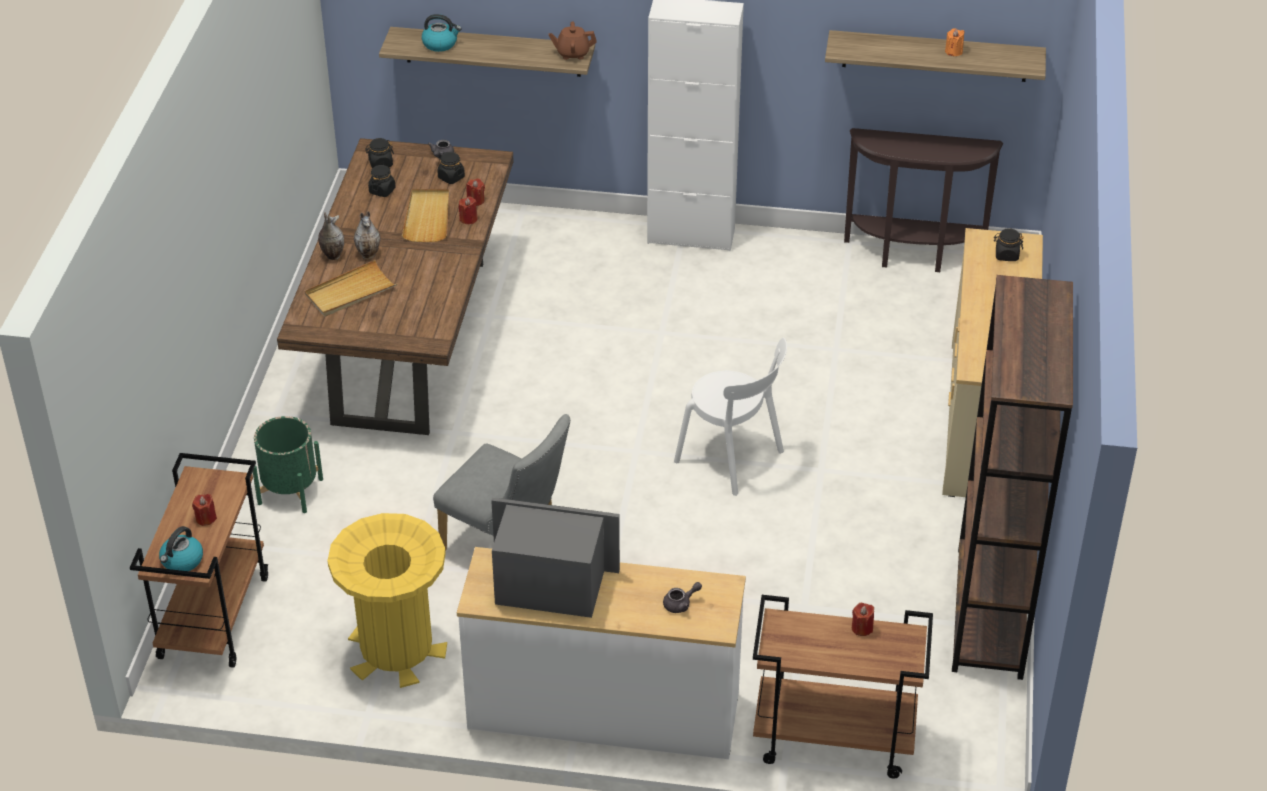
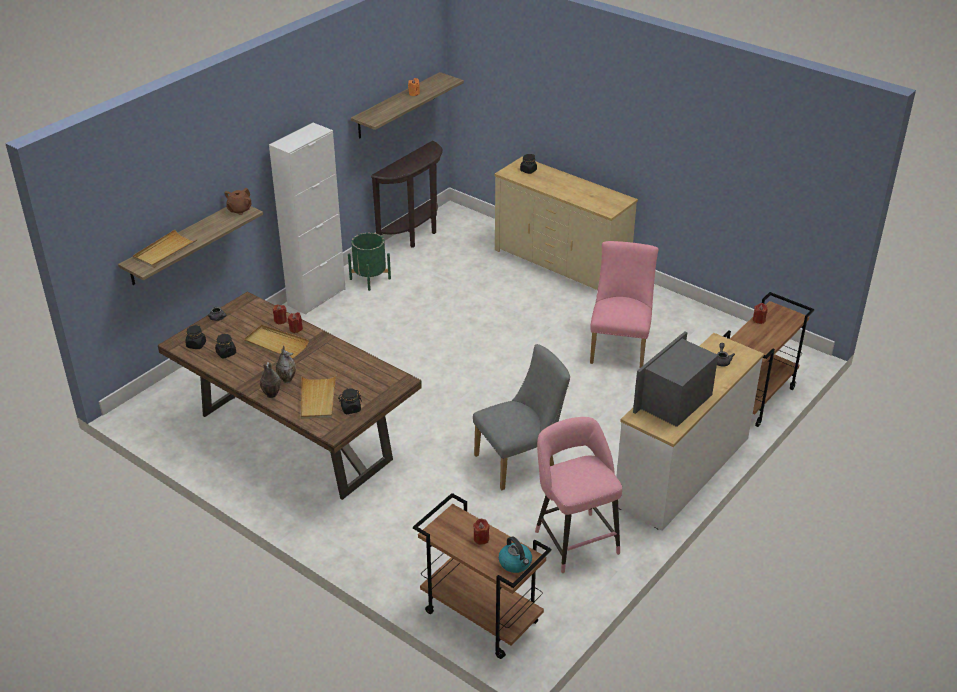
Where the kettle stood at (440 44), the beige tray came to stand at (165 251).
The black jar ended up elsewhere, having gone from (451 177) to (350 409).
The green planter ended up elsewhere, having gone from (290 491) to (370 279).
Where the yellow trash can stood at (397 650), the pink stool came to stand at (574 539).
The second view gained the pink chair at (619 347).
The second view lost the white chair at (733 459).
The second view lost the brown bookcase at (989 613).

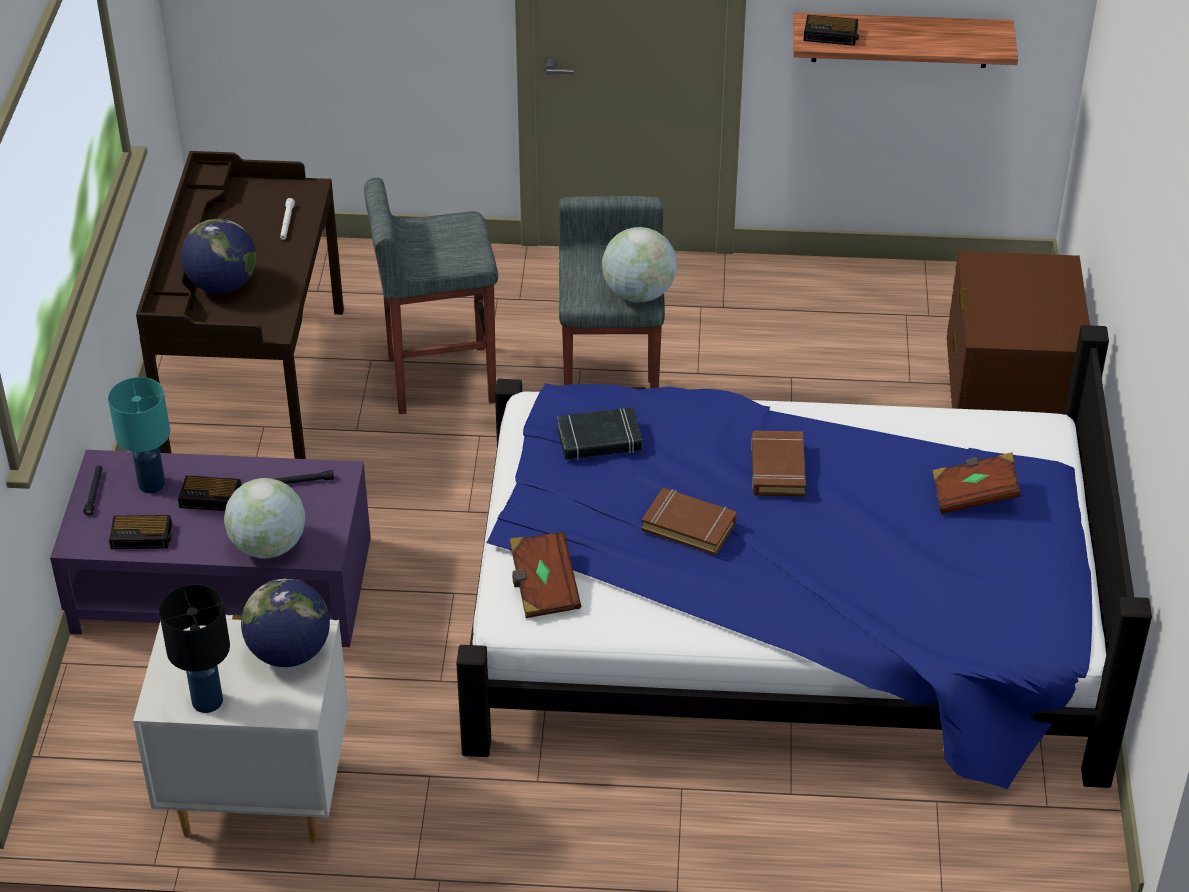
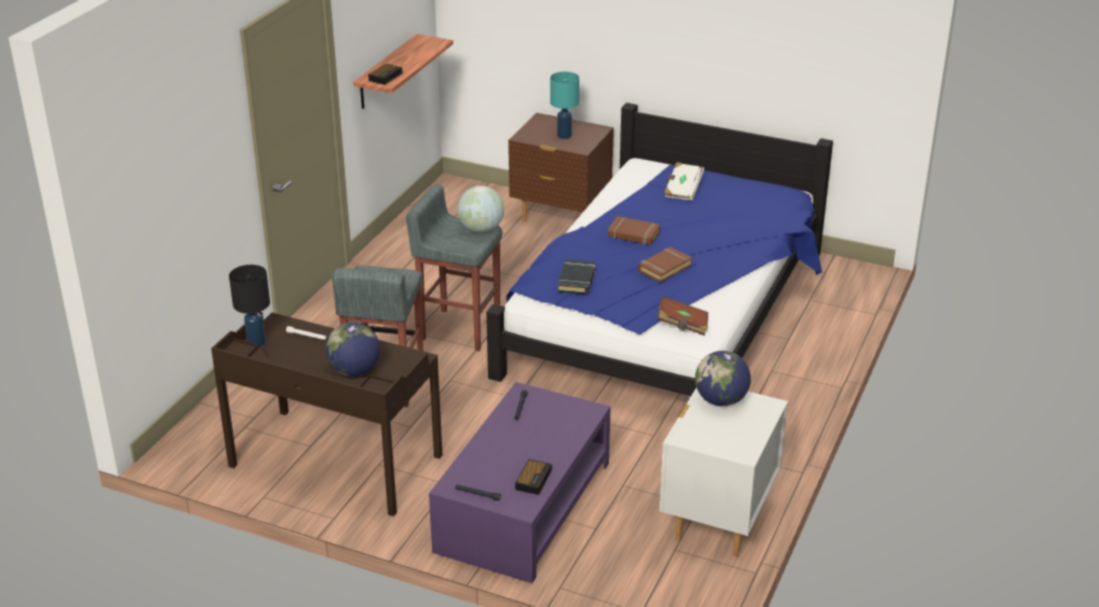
The black table lamp ended up elsewhere, having gone from (206 701) to (256 342).
The turquoise table lamp ended up elsewhere, having gone from (152 483) to (564 136).
What was the brown book at (974 495) turned into the white book at (682 190).
The second view lost the alarm clock at (212 498).
The second view lost the globe at (268 546).

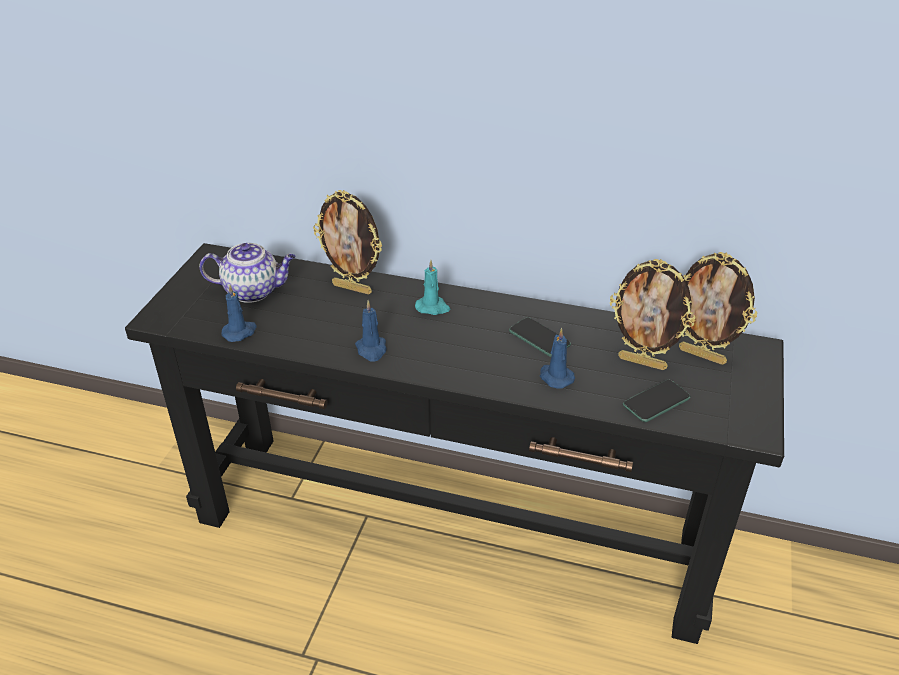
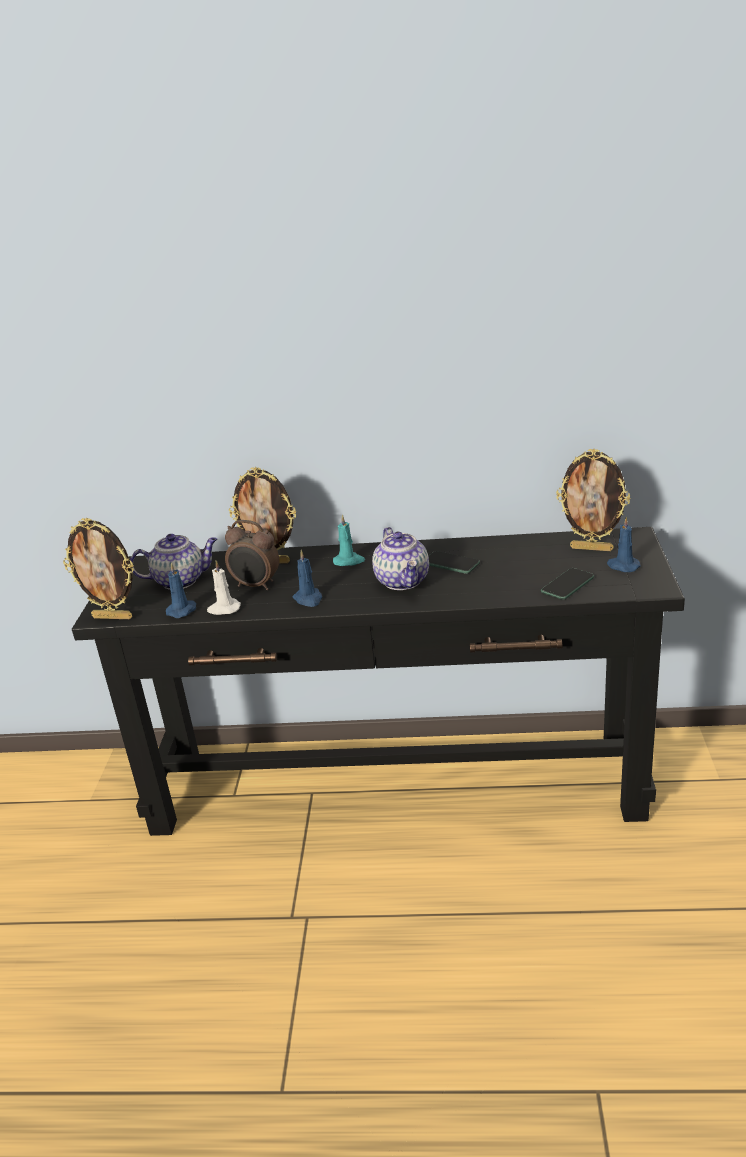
The picture frame ended up elsewhere, having gone from (642 362) to (113 617).
The second view gained the white candle at (224 609).
The second view gained the alarm clock at (256 586).
The second view gained the teapot at (403 581).
The blue candle ended up elsewhere, having gone from (555 377) to (622 566).

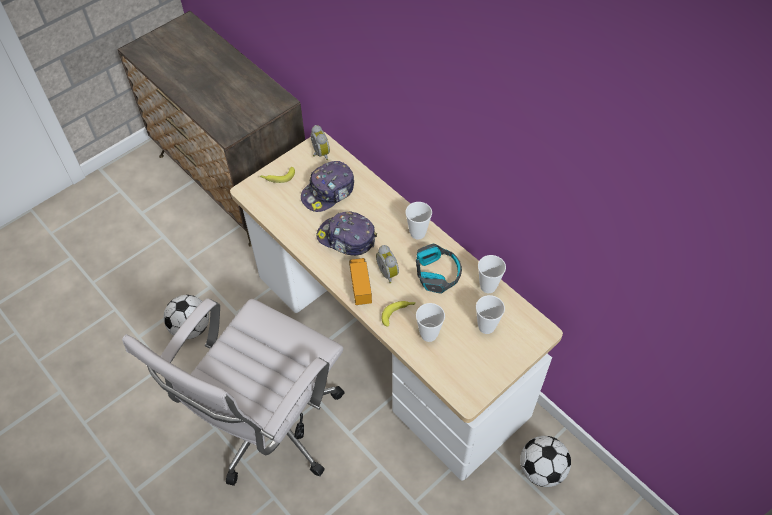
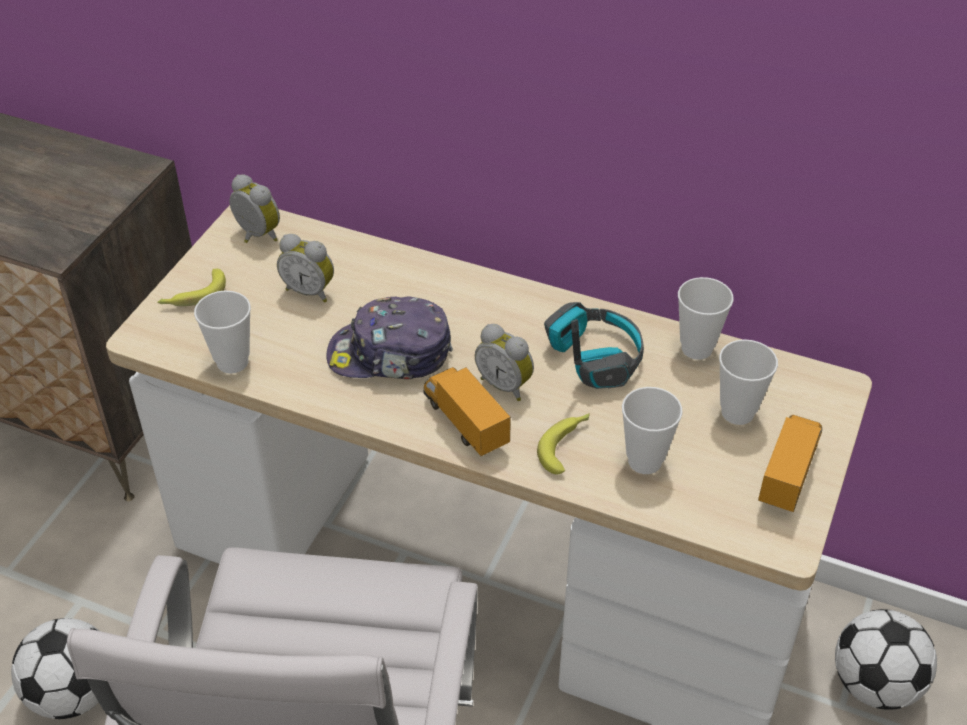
The cup ended up elsewhere, having gone from (417 233) to (232 362).
Where the cap stood at (329 192), the alarm clock came to stand at (310 291).
The second view gained the toy truck at (788 475).

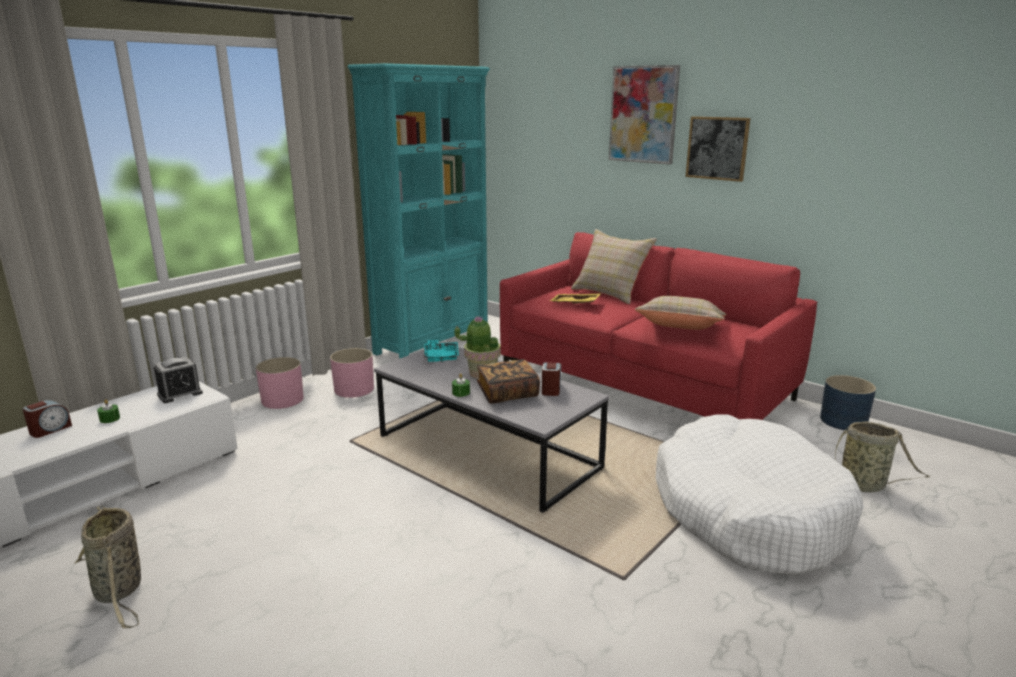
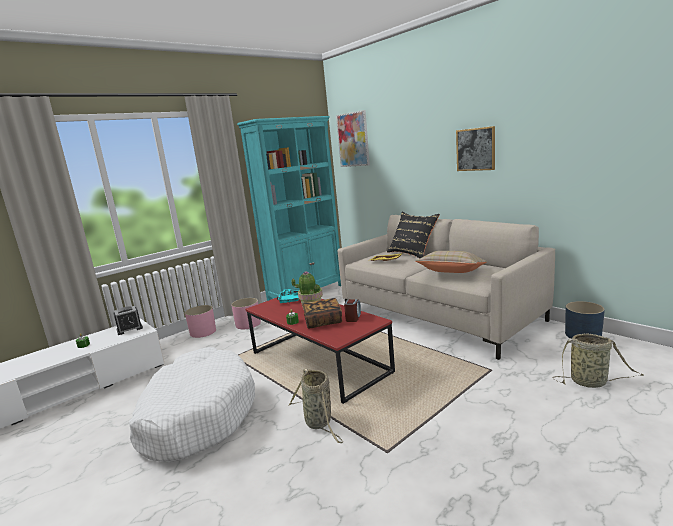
The white dog bed ended up elsewhere, having gone from (748 512) to (197 415).
What was the grey coffee table at (487 453) turned into the red coffee table at (318 363).
The basket ended up elsewhere, having gone from (119 592) to (319 423).
The picture ended up elsewhere, having gone from (643 114) to (353 139).
What was the red sofa at (643 387) turned into the beige sofa at (438 315).
What was the beige pillow at (610 293) turned into the black pillow at (413 253).
The second view lost the alarm clock at (50 429).

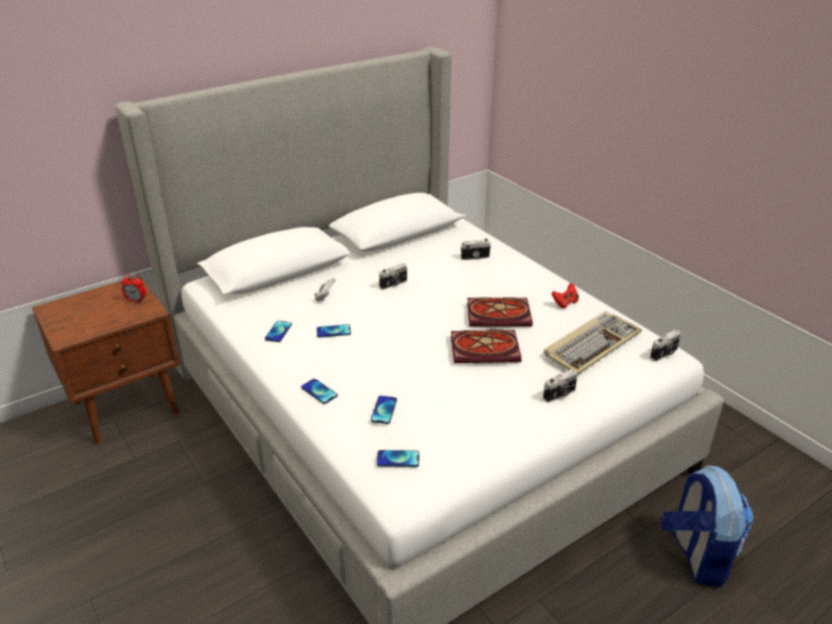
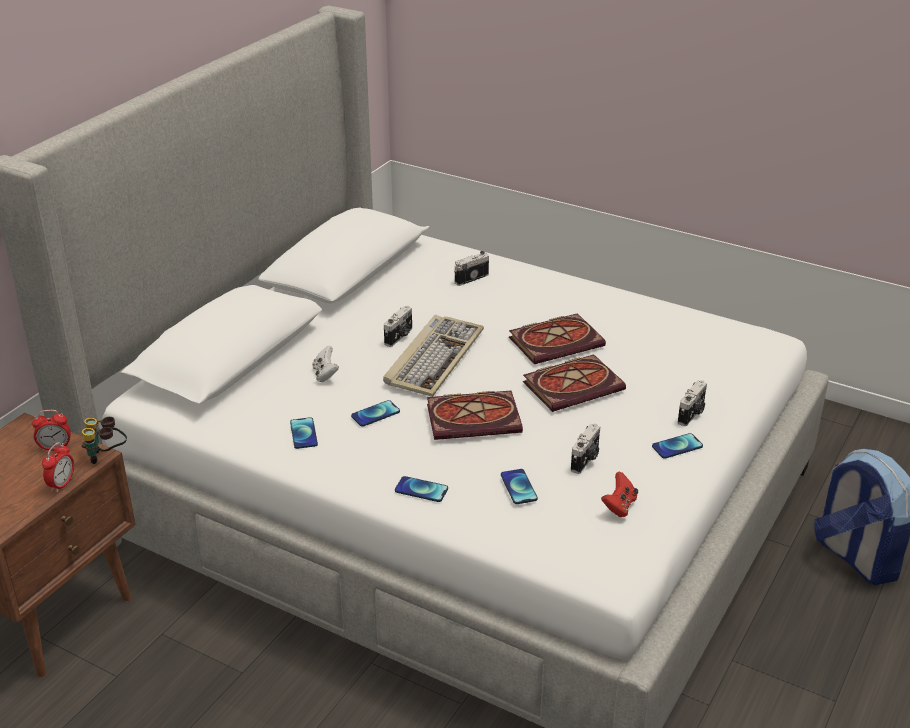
The second view gained the alarm clock at (62 484).
The second view gained the binoculars at (107 457).
The keyboard ended up elsewhere, having gone from (592 345) to (434 358).
The second view gained the book at (475 418).
The photo camera ended up elsewhere, having gone from (664 354) to (586 460).
The red game controller ended up elsewhere, having gone from (565 303) to (619 506).
The phone ended up elsewhere, having gone from (398 459) to (677 447).

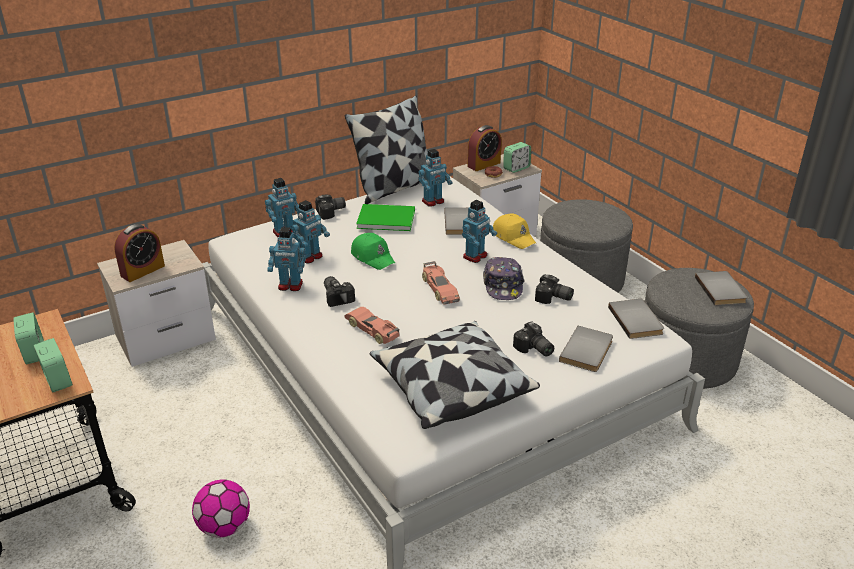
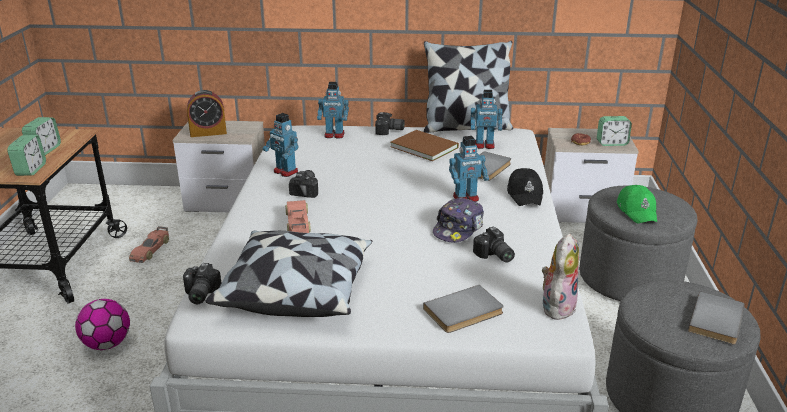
The toy car ended up elsewhere, having gone from (439 289) to (151 250).
The photo camera ended up elsewhere, having gone from (533 349) to (199 294).
What was the green book at (384 218) turned into the brown book at (423 146).
What was the yellow cap at (514 237) turned into the black cap at (525 194).
Where the grey book stood at (637 320), the plush toy came to stand at (556 306).
The green cap ended up elsewhere, having gone from (373 257) to (637 211).
The second view lost the toy robot at (310 257).
The second view lost the alarm clock at (484 164).

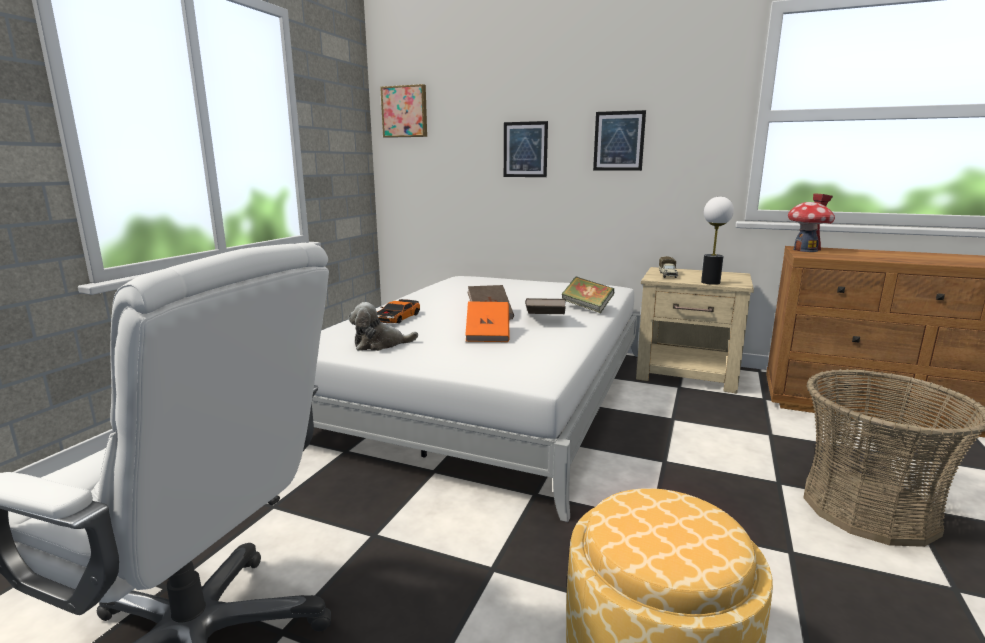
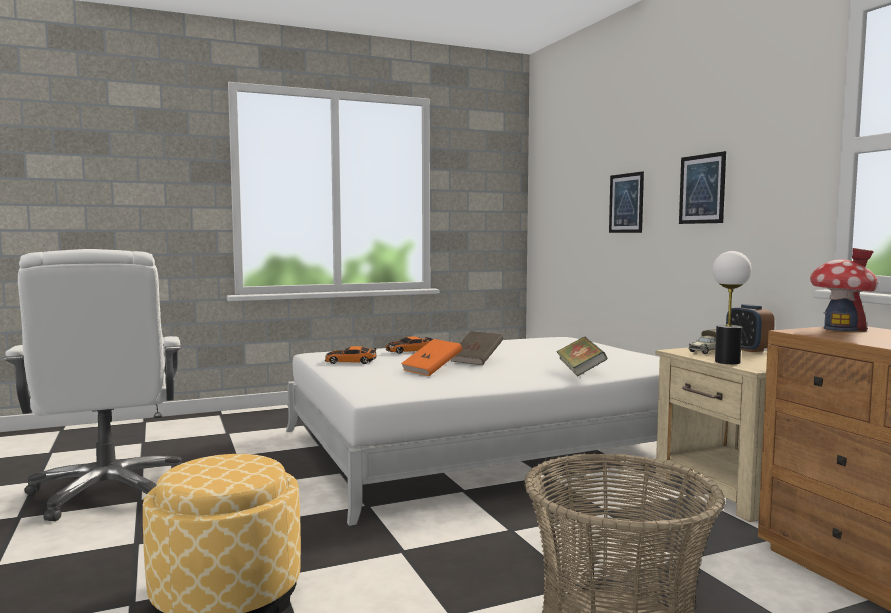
Where the plush toy stood at (380 344), the toy car came to stand at (351 361).
The second view gained the alarm clock at (748 349).
The second view lost the picture at (405 112).
The second view lost the brown book at (545 319).

